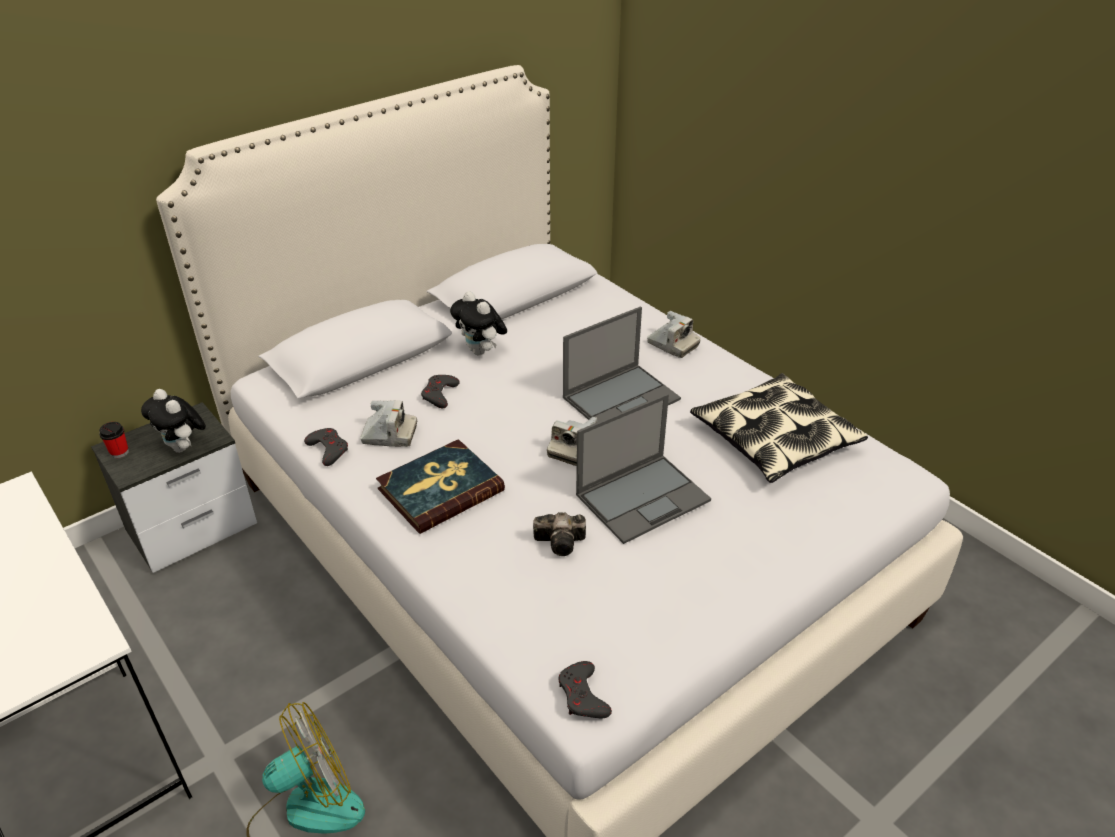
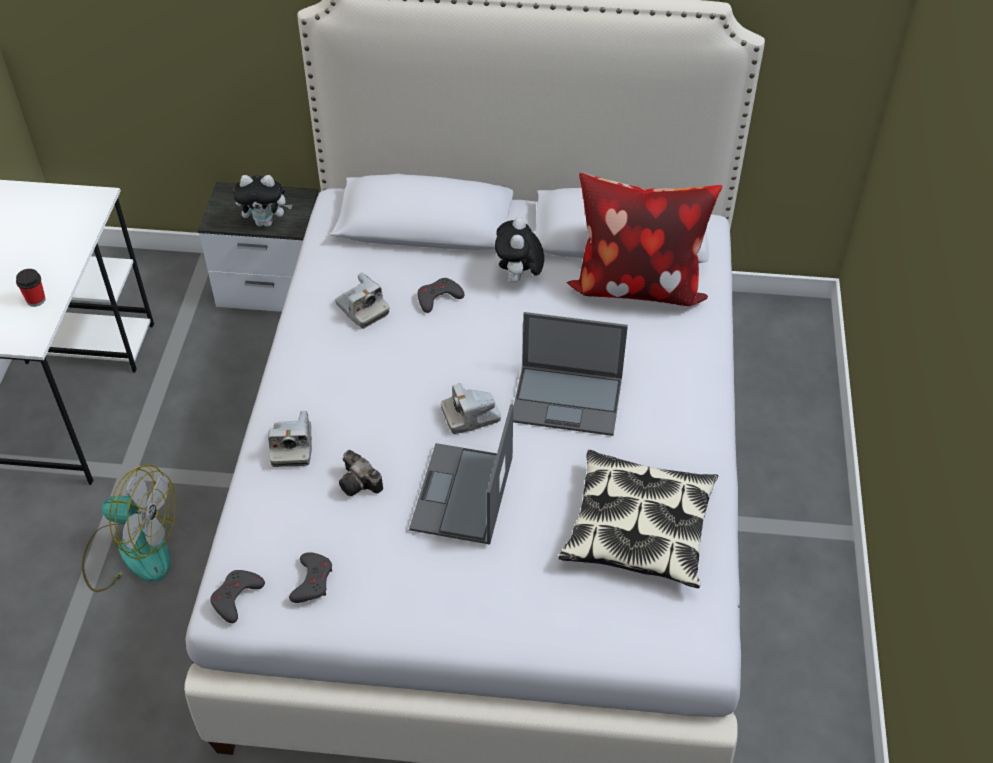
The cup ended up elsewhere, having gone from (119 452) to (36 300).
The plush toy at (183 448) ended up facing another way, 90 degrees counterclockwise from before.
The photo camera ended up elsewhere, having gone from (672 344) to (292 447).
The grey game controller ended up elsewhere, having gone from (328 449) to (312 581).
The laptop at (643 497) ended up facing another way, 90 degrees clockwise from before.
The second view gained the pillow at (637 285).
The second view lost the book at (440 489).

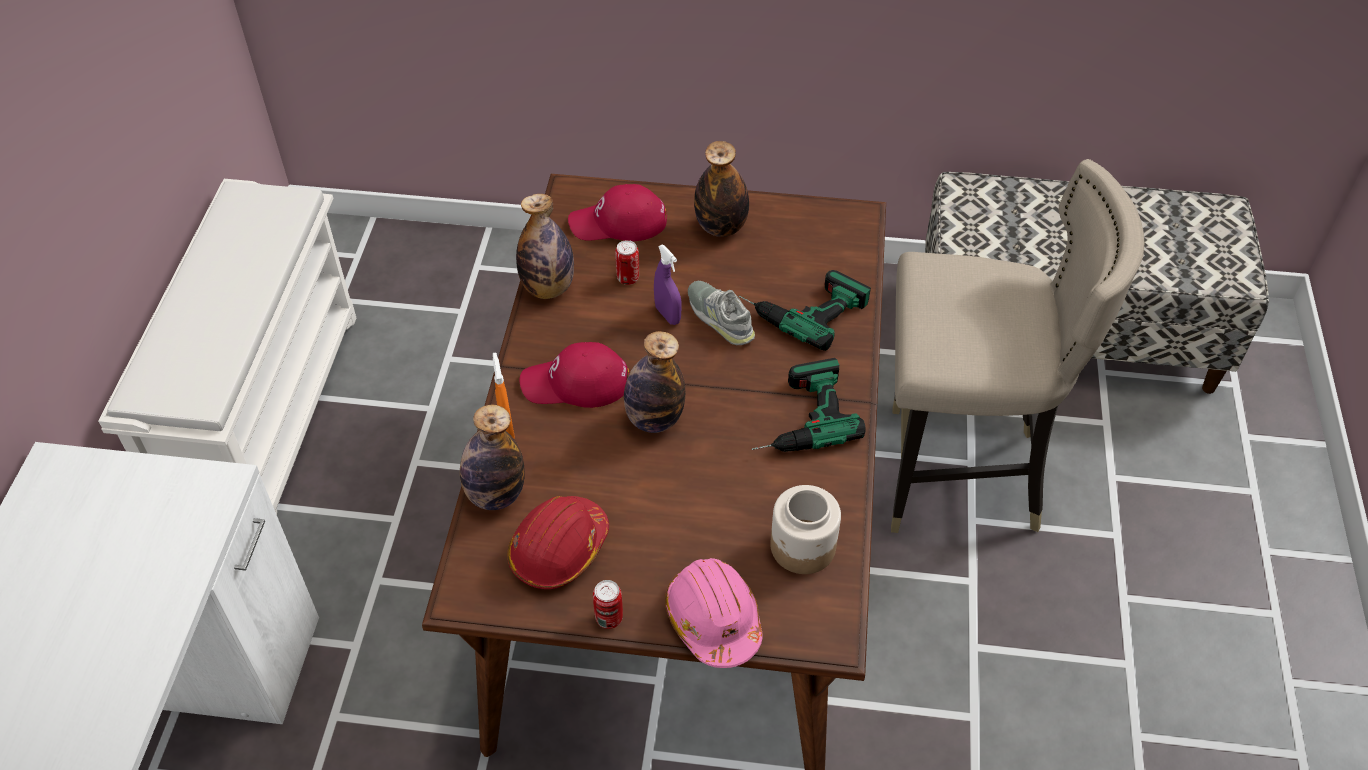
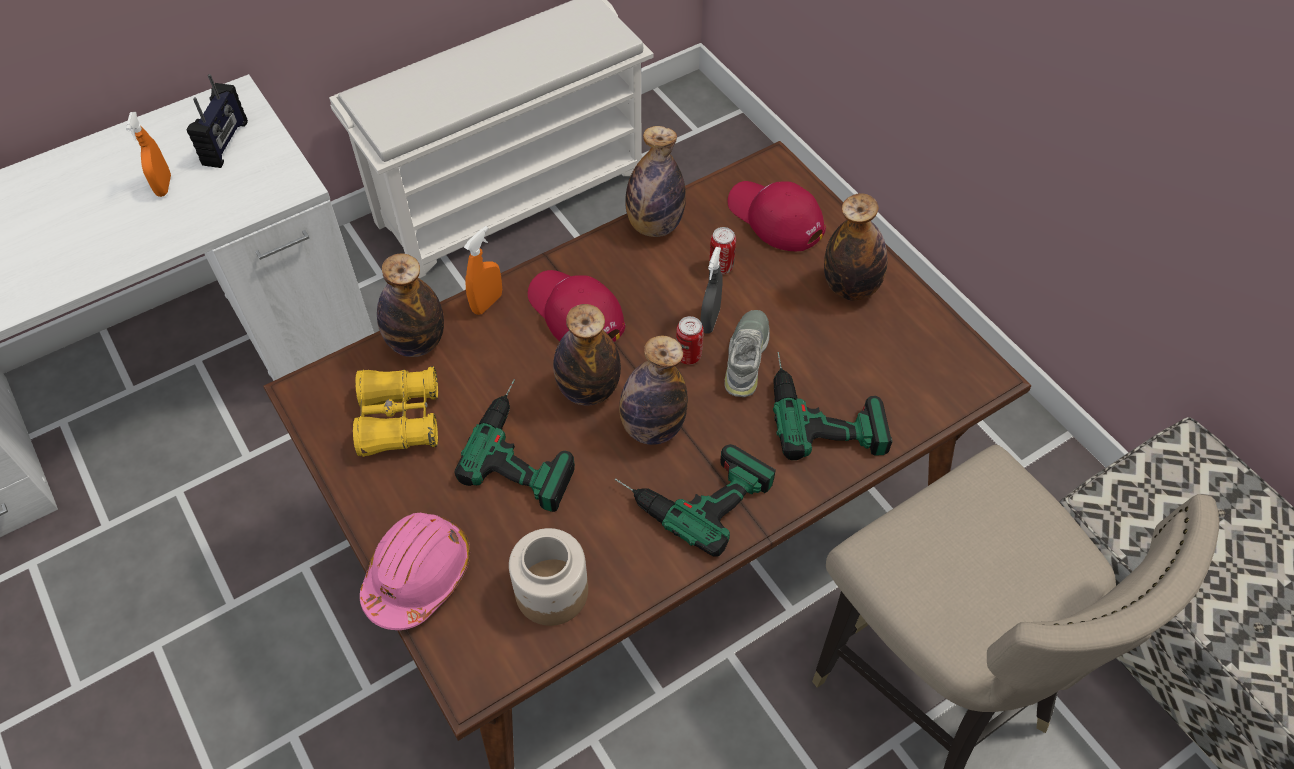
The second view gained the orange spray bottle at (164 186).
The second view gained the radio at (226 143).
Where the red hard hat stood at (559 549), the yellow binoculars came to stand at (399 420).
The second view gained the power drill at (527 446).
The second view gained the bottle at (652 427).
The can ended up elsewhere, having gone from (609 618) to (688 356).
What was the purple spray bottle at (667 315) turned into the grey spray bottle at (710 320).

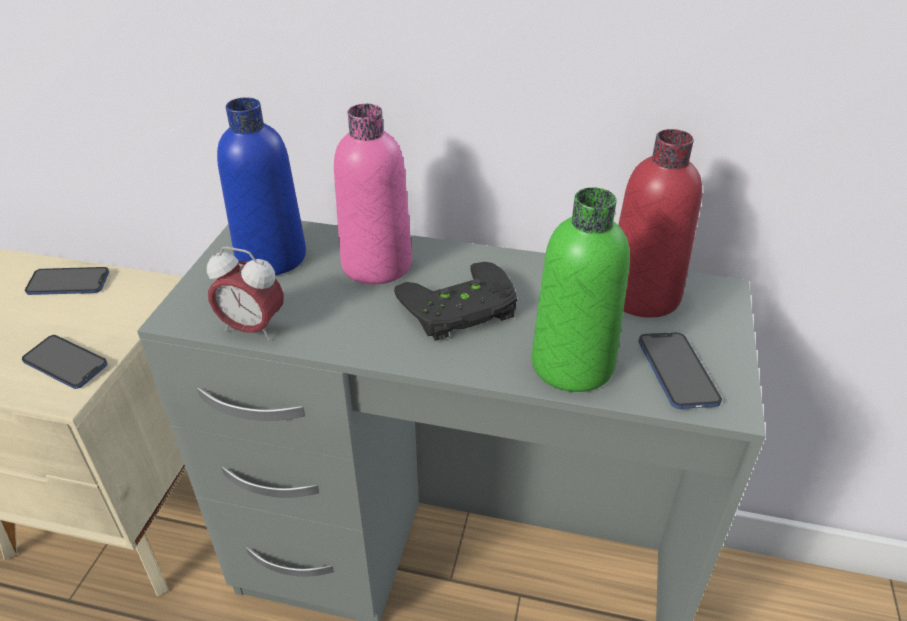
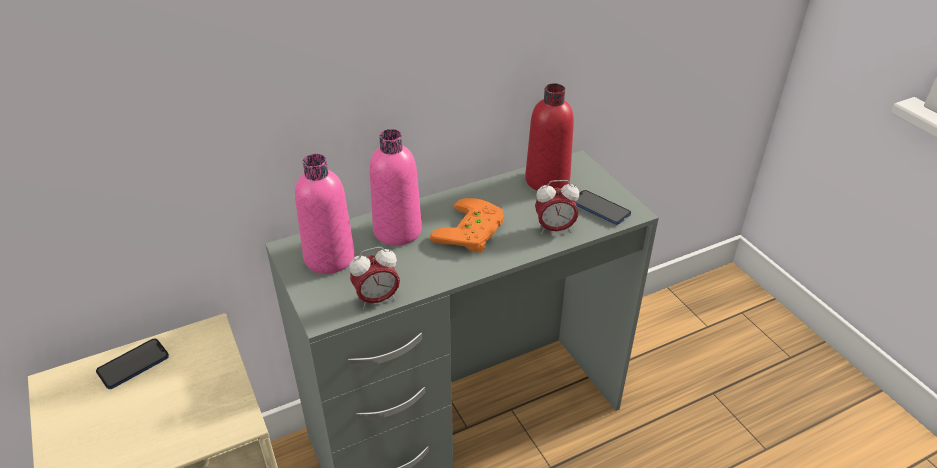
What was the blue bottle at (271 257) turned into the pink bottle at (329 258).
What was the black game controller at (460 311) turned into the orange game controller at (473 232).
Where the green bottle stood at (572 364), the alarm clock came to stand at (554 229).
The second view lost the phone at (65 363).

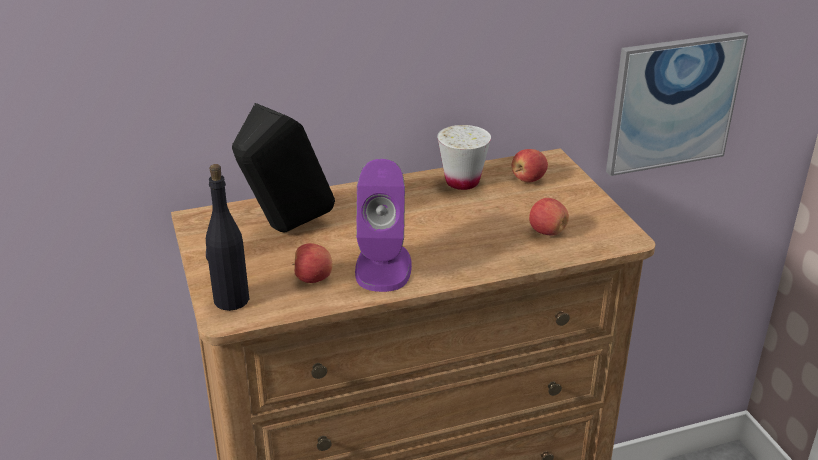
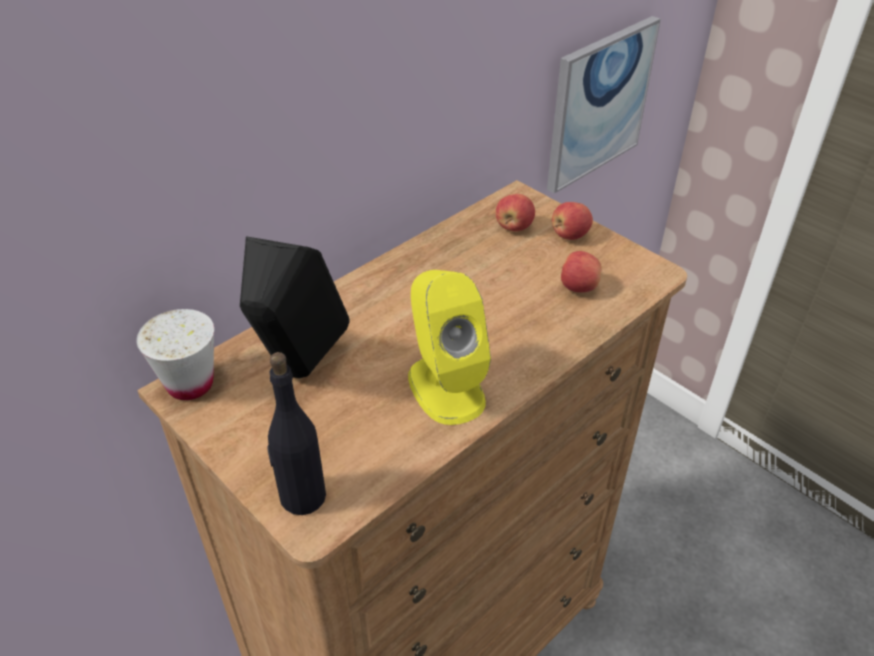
The white cup ended up elsewhere, having gone from (462 182) to (190 384).
What was the purple speaker at (383 267) turned into the yellow speaker at (445 387).
The apple ended up elsewhere, having gone from (313 279) to (569 235).

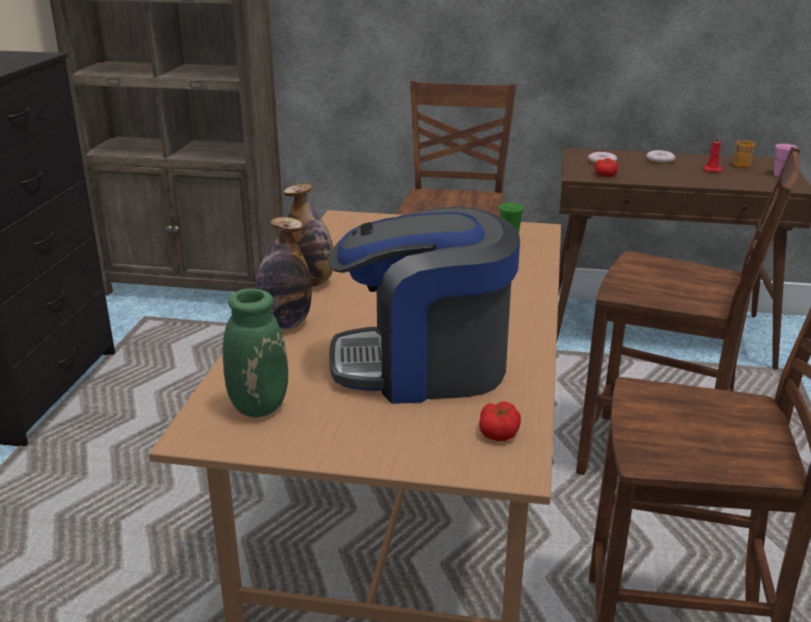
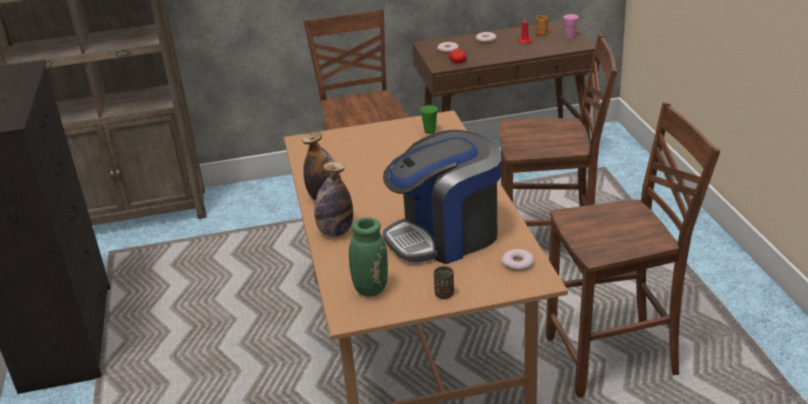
The second view gained the brown cup at (444 294).
Where the tomato stood at (499 432), the donut came to stand at (517 263).

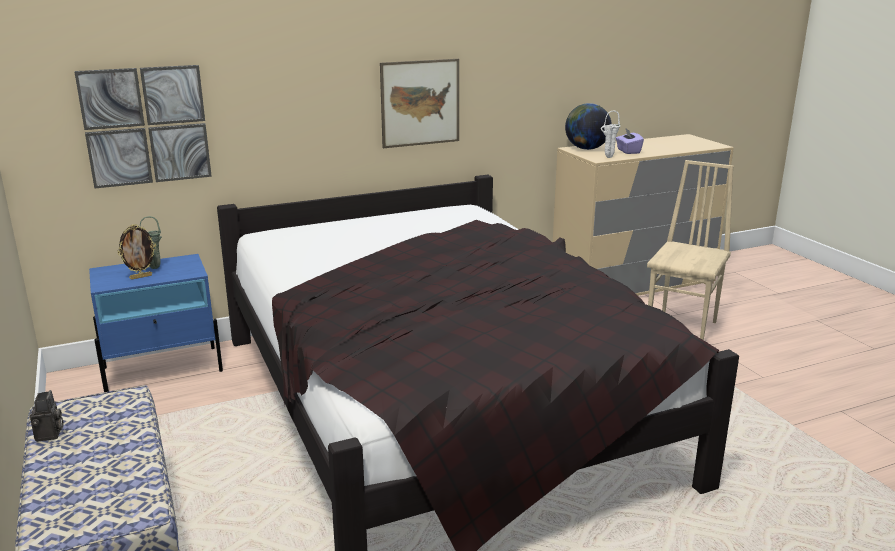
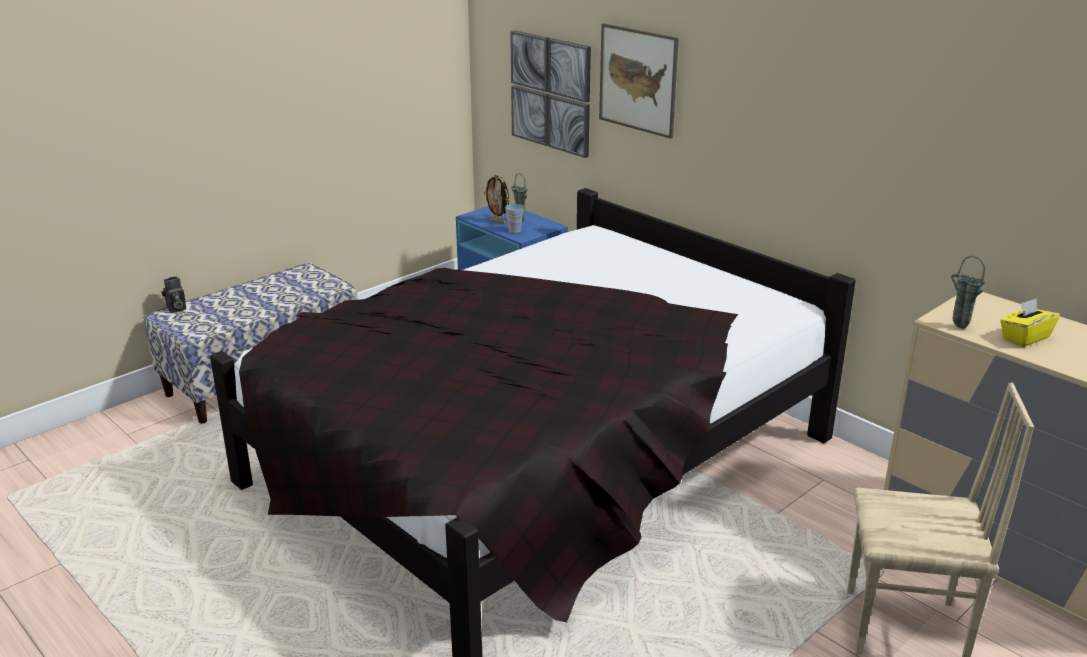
The photo camera ended up elsewhere, having gone from (50 435) to (175 309).
The second view gained the cup at (514 231).
The picture ended up elsewhere, having gone from (420 103) to (638 80).
What was the white vase at (608 157) turned into the green vase at (957 326).
What was the purple tissue box at (628 151) turned into the yellow tissue box at (1024 337).
The second view lost the globe at (586 149).

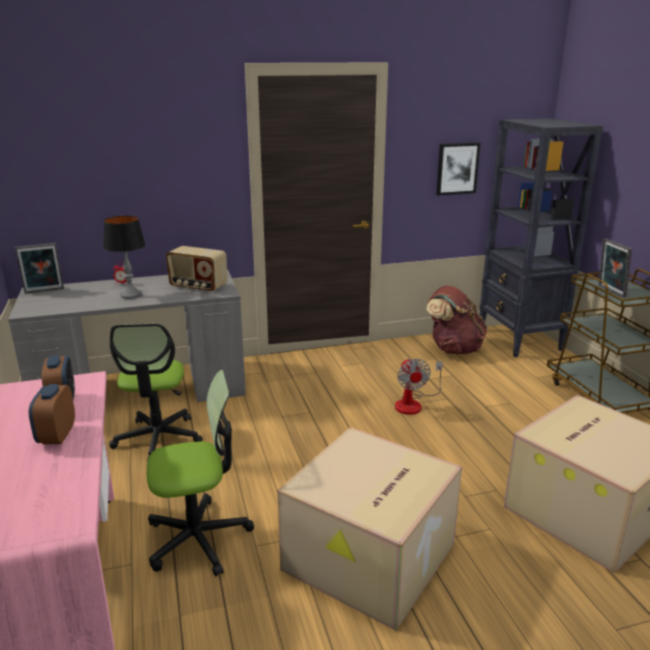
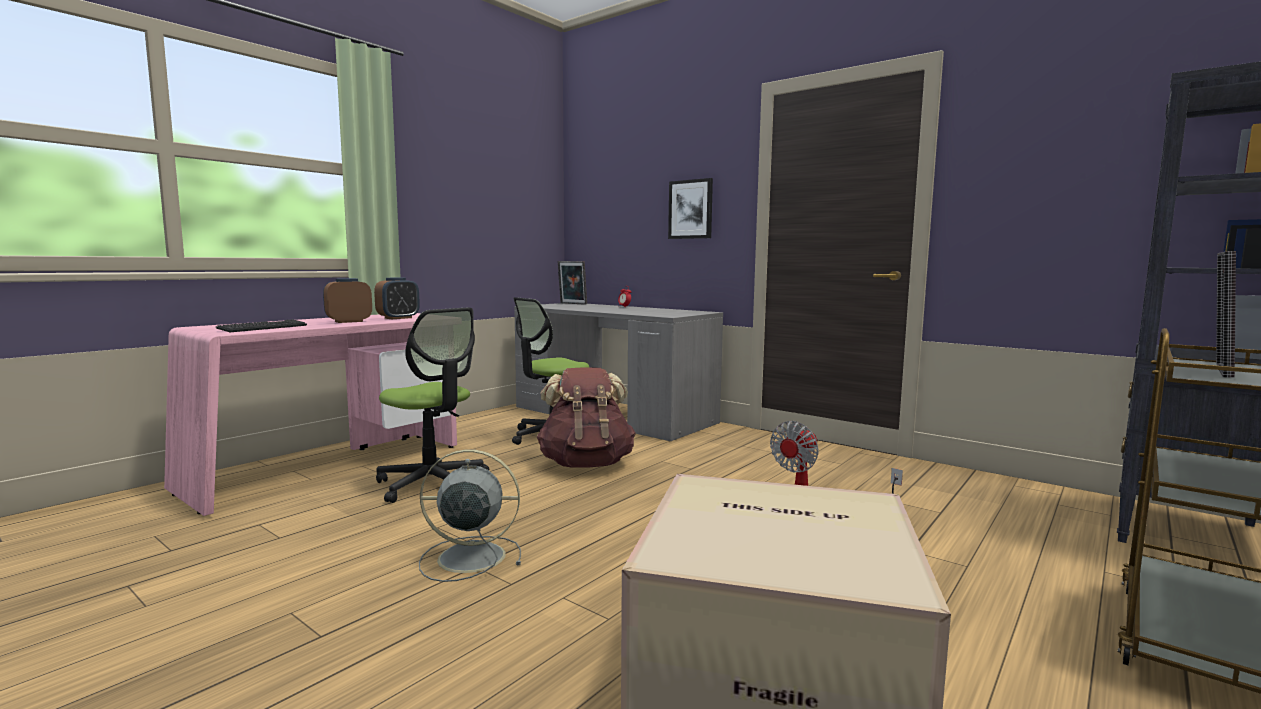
The second view gained the keyboard at (263 328).
Where the cardboard box stood at (370 558), the grey fan came to stand at (468 557).
The brown backpack ended up elsewhere, having gone from (453 349) to (586 464).
The picture ended up elsewhere, having gone from (457 168) to (691 209).
The second view lost the table lamp at (131 295).
The second view lost the radio at (198 287).

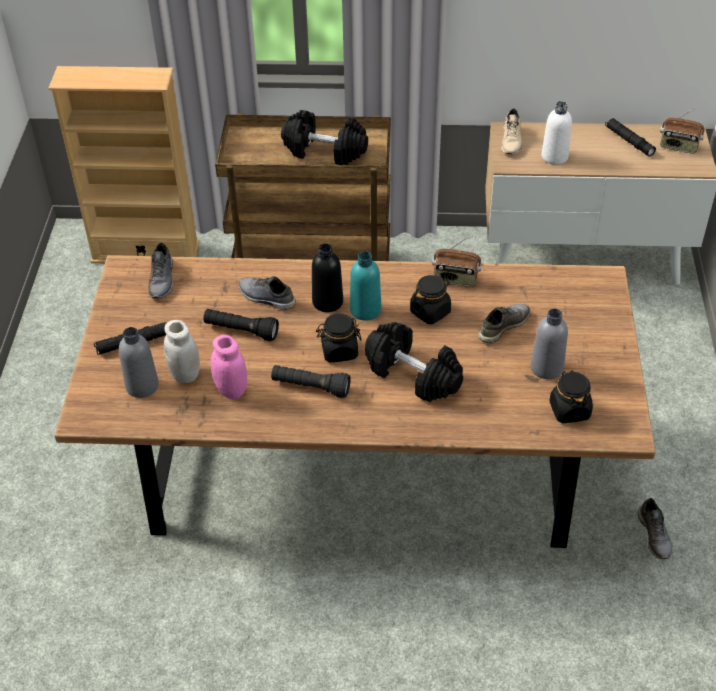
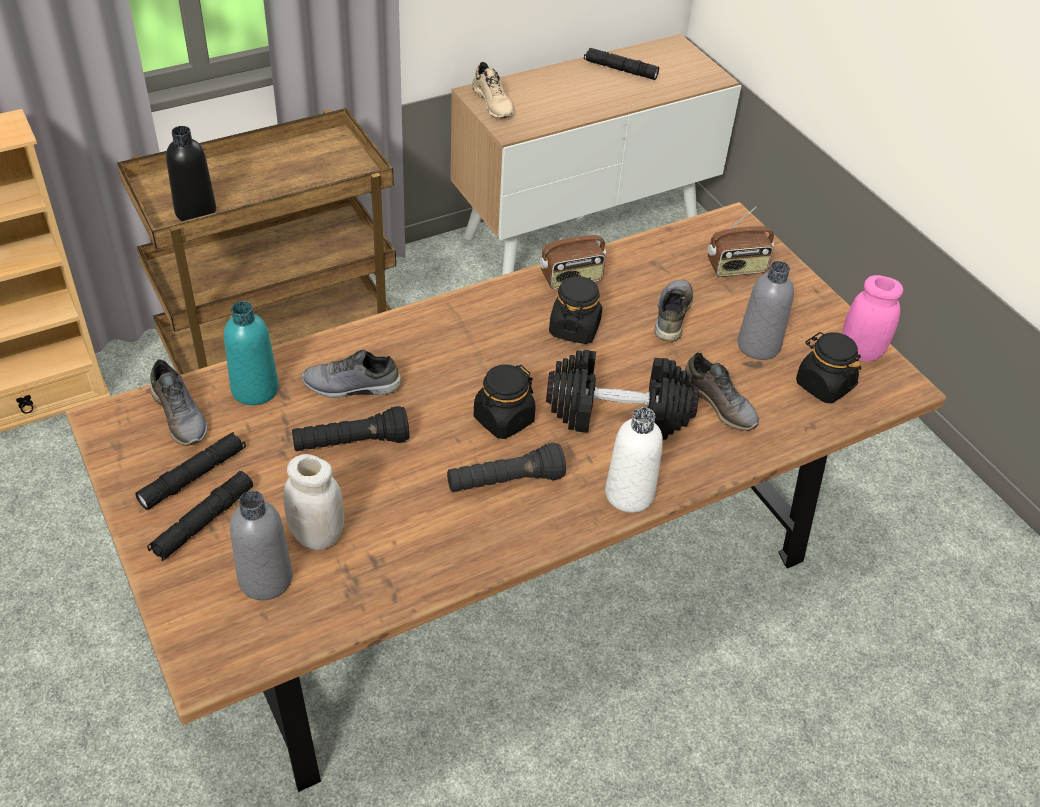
The second view gained the black flashlight at (193 476).
The black bottle ended up elsewhere, having gone from (327 302) to (195 211).
The turquoise bottle ended up elsewhere, having gone from (365 310) to (255 389).
The white bottle ended up elsewhere, having gone from (554 157) to (629 494).
The grey shoe ended up elsewhere, having gone from (655 535) to (719 403).
The radio ended up elsewhere, having gone from (678 147) to (737 268).
The pink jar ended up elsewhere, having gone from (231 390) to (860 352).
The second view lost the black dumbbell at (324 151).

